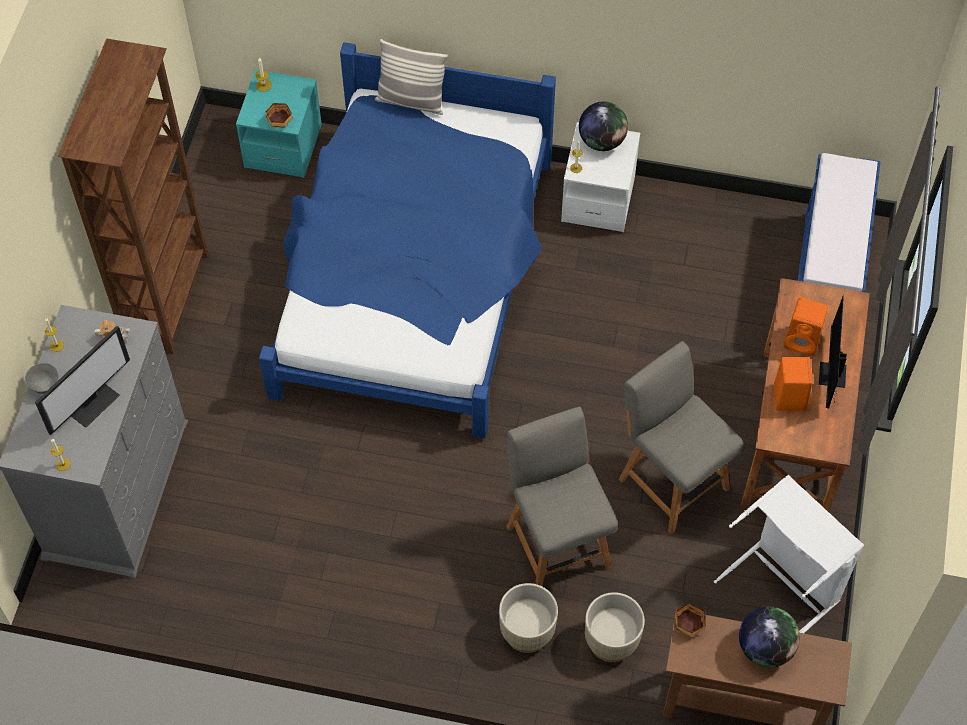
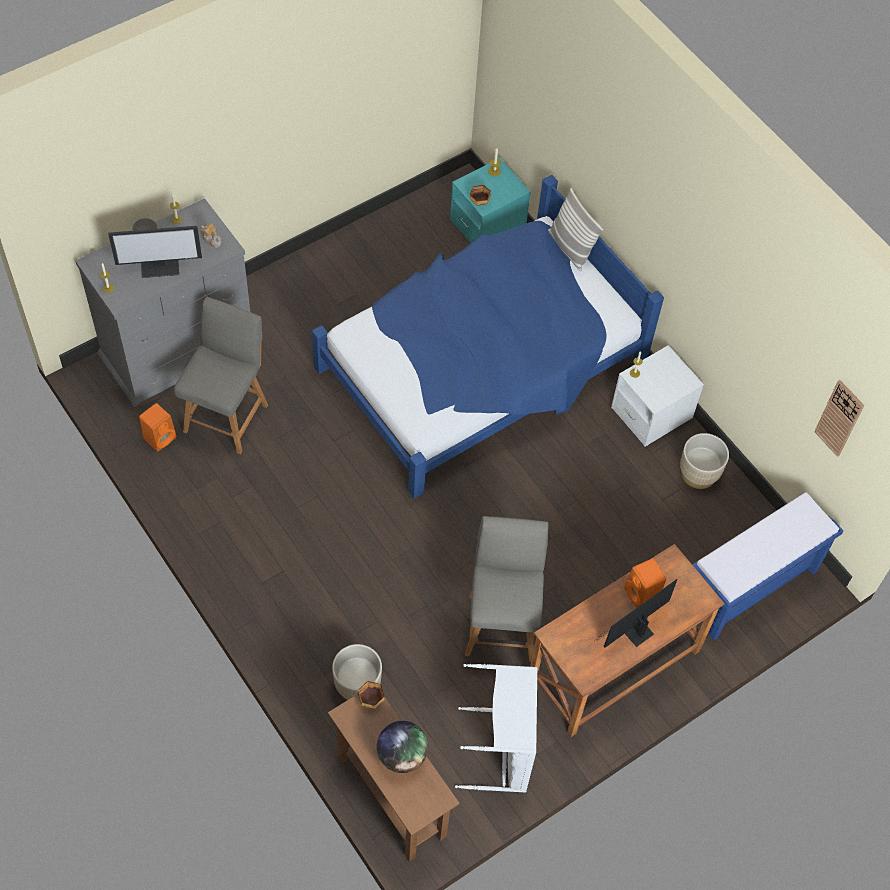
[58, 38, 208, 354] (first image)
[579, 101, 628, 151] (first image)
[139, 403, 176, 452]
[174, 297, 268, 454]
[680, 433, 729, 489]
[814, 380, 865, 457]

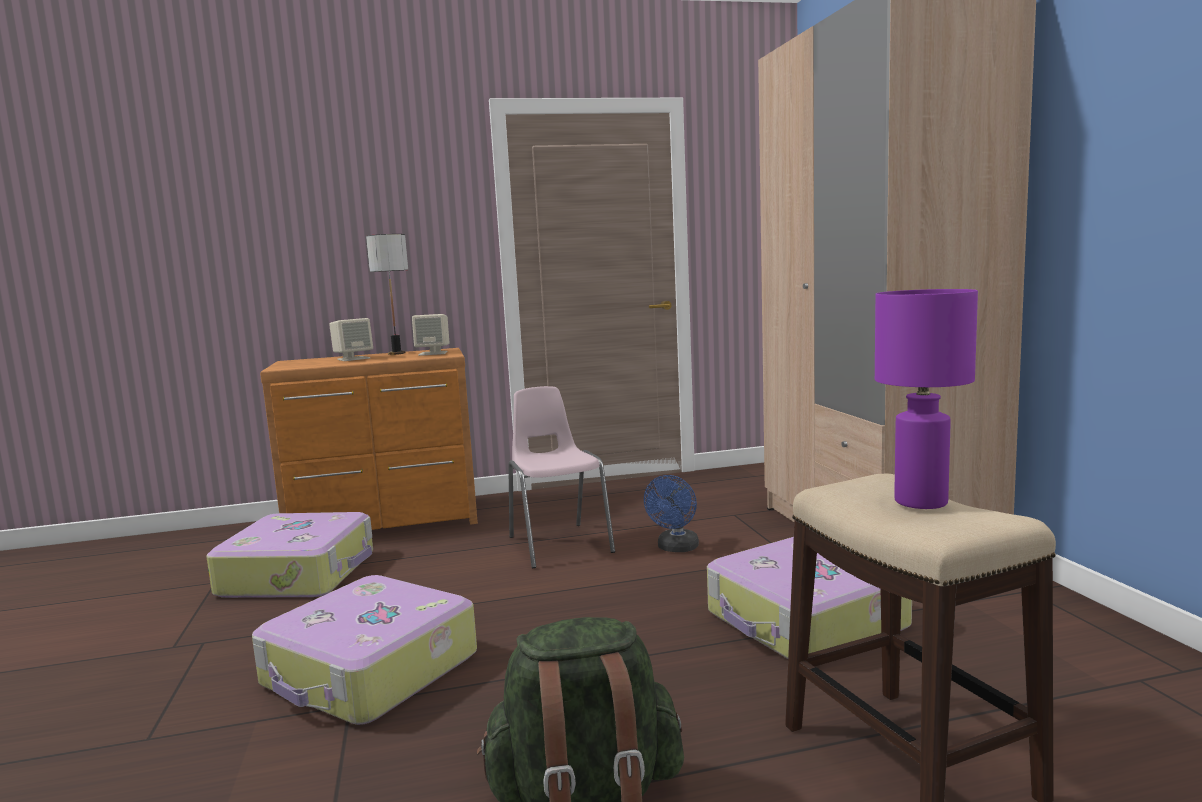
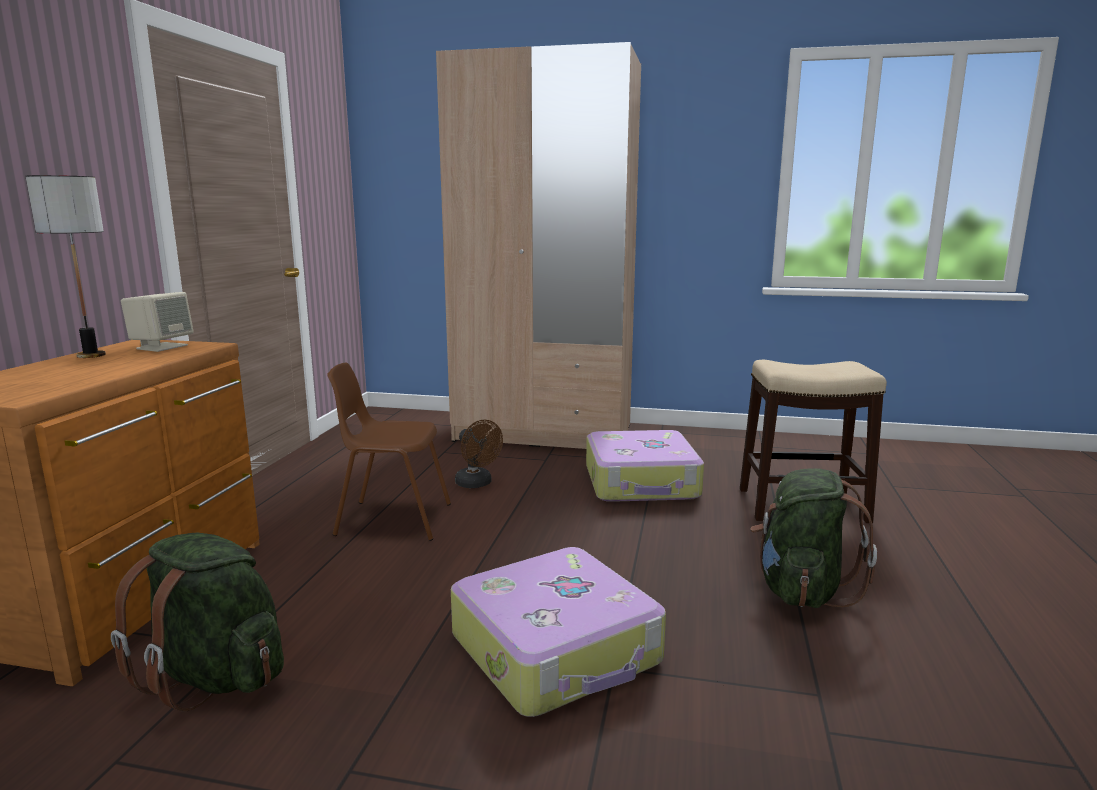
[875, 289, 978, 509] (first image)
[329, 318, 373, 361] (first image)
[327, 363, 451, 541]
[455, 420, 503, 488]
[111, 533, 284, 712]

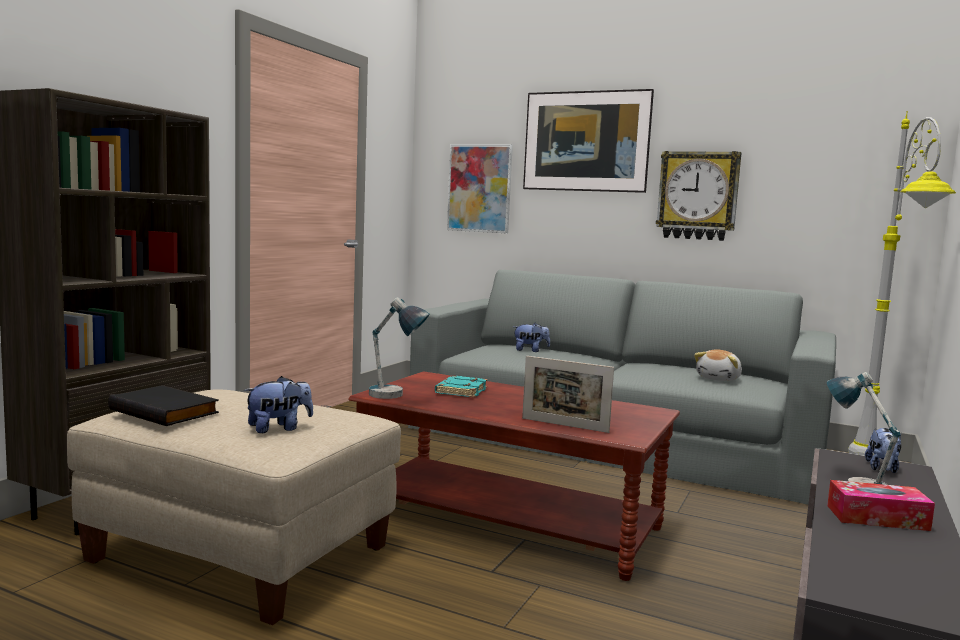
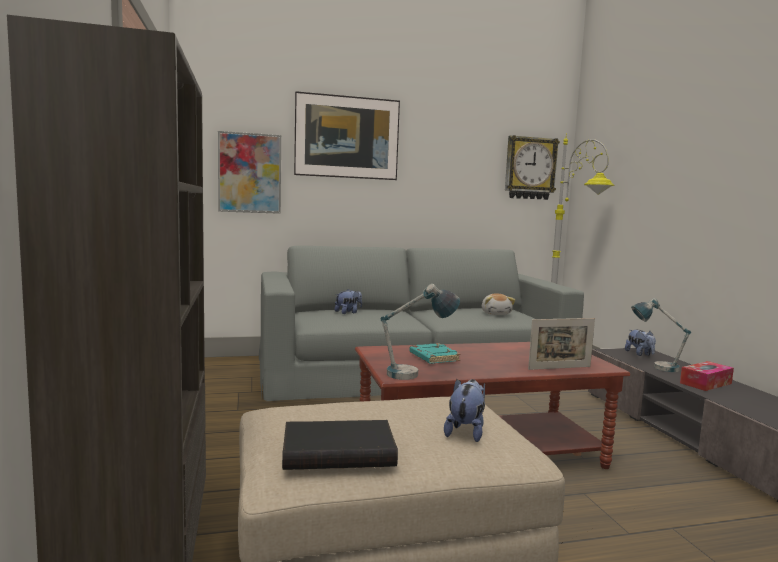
[505, 135, 560, 200]

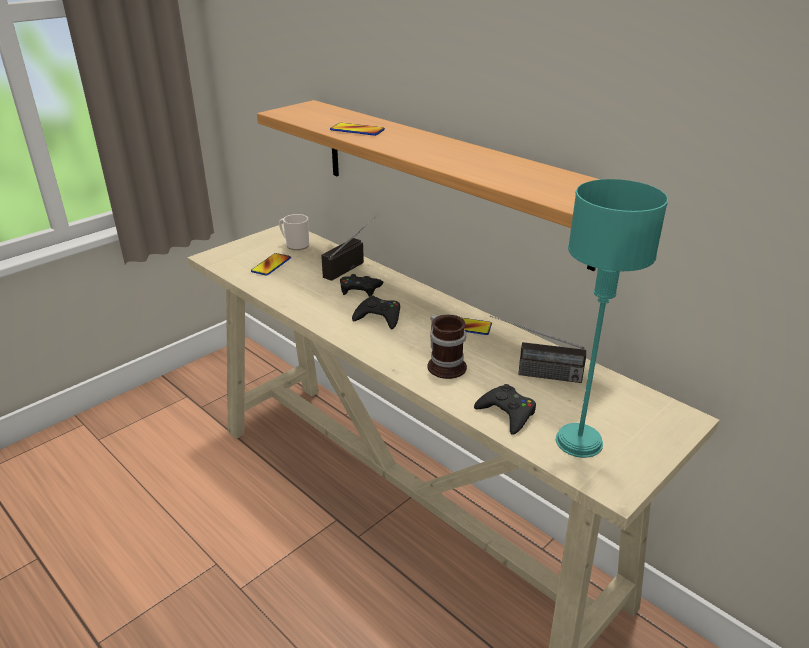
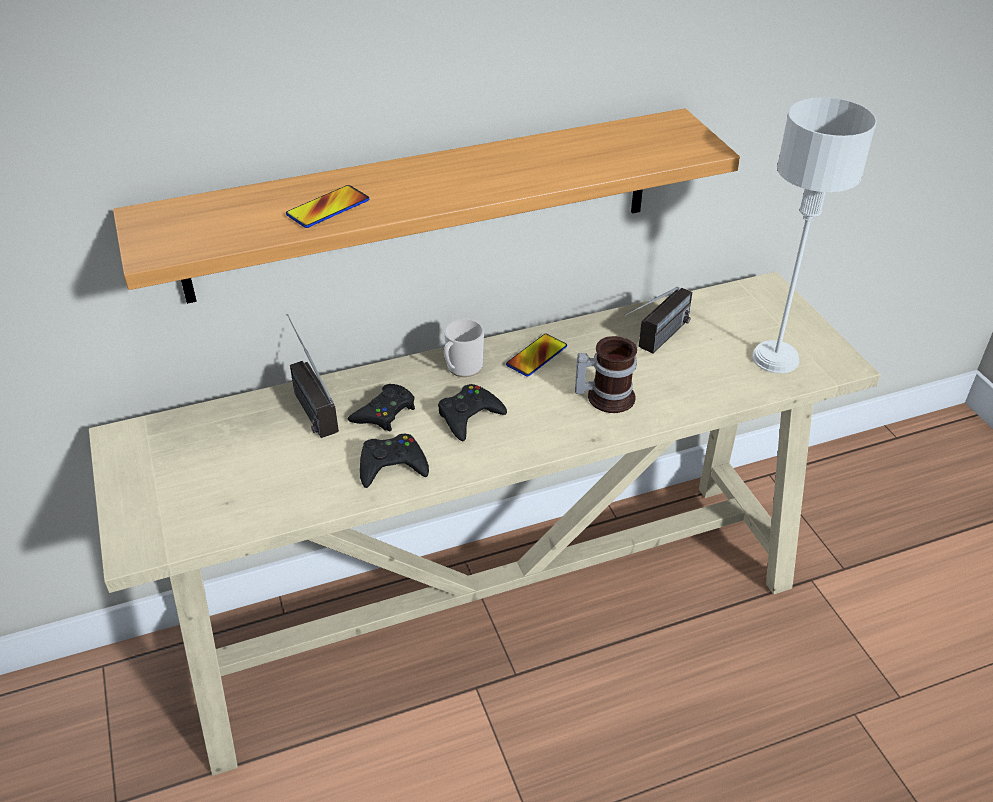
[752, 97, 877, 373]
[444, 319, 484, 377]
[251, 253, 291, 276] (first image)
[360, 434, 429, 488]

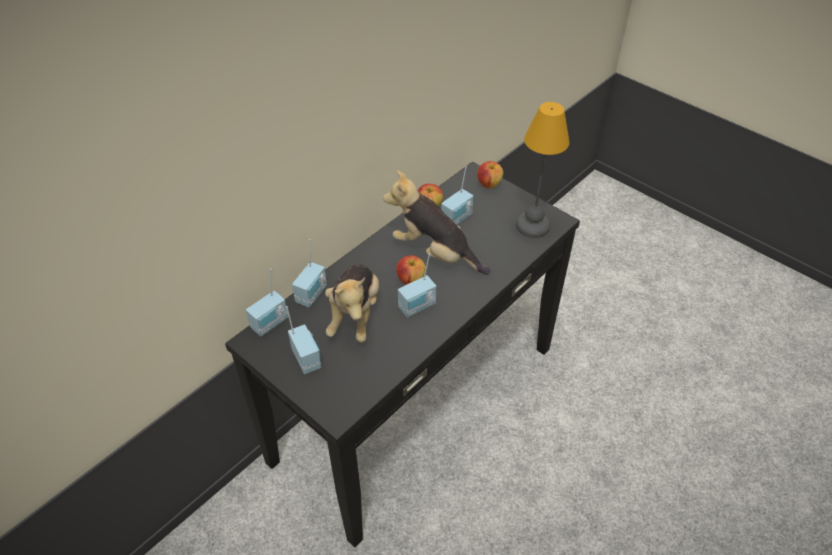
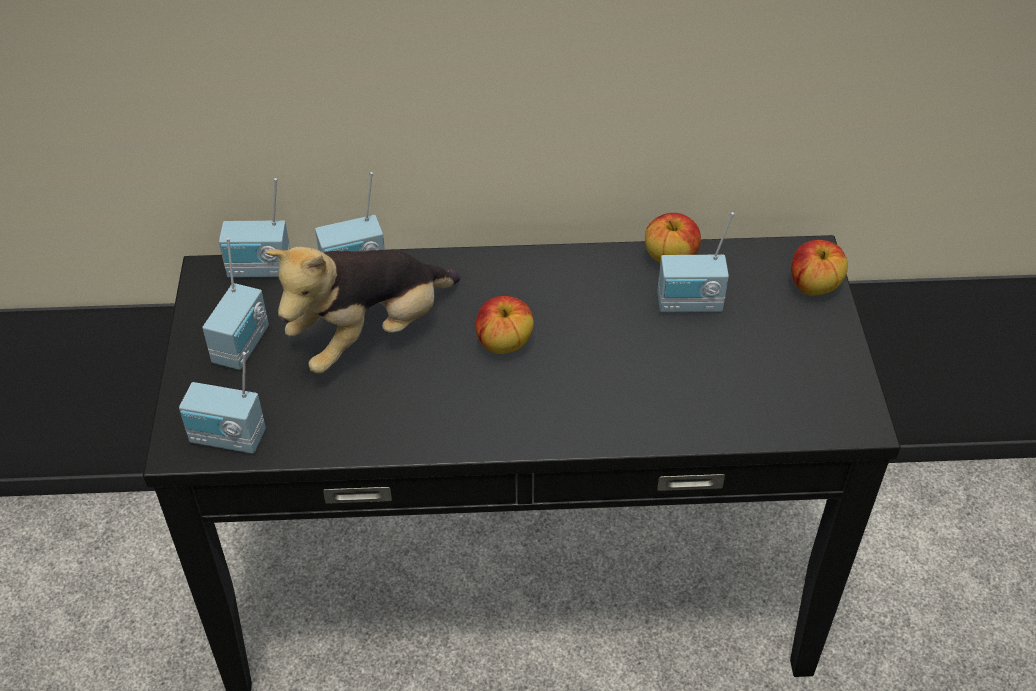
[516, 102, 570, 238] (first image)
[383, 170, 491, 275] (first image)
[179, 352, 266, 454]

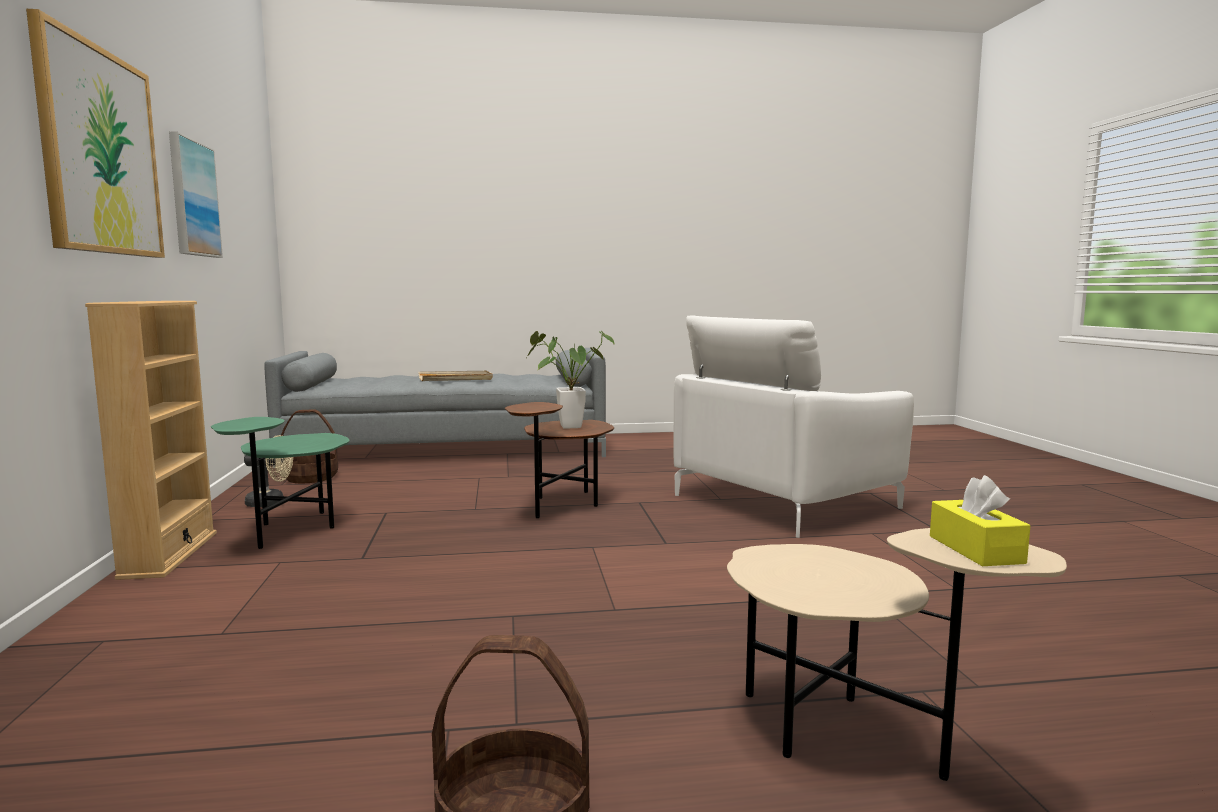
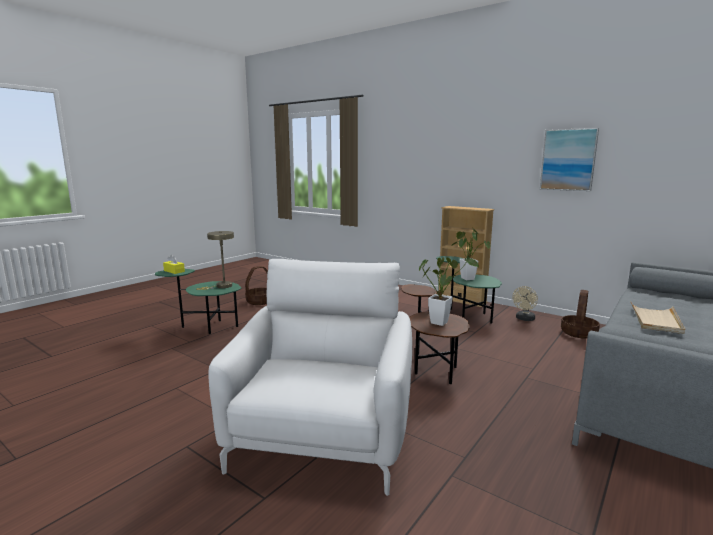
[26, 9, 165, 258] (first image)
[155, 269, 241, 334]
[452, 229, 490, 280]
[196, 231, 234, 290]

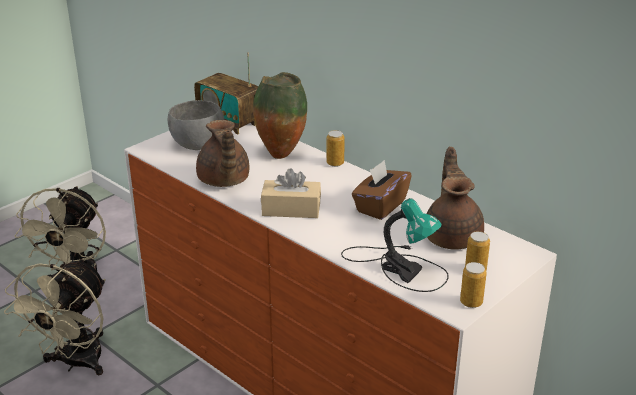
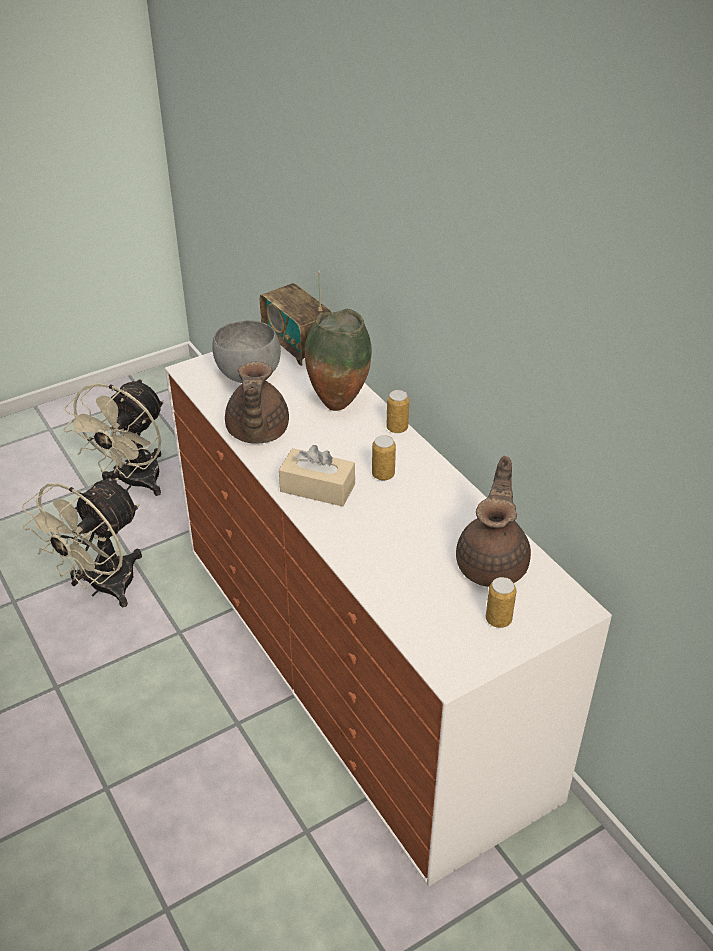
[352, 160, 412, 220] (first image)
[341, 198, 449, 292] (first image)
[372, 435, 396, 480]

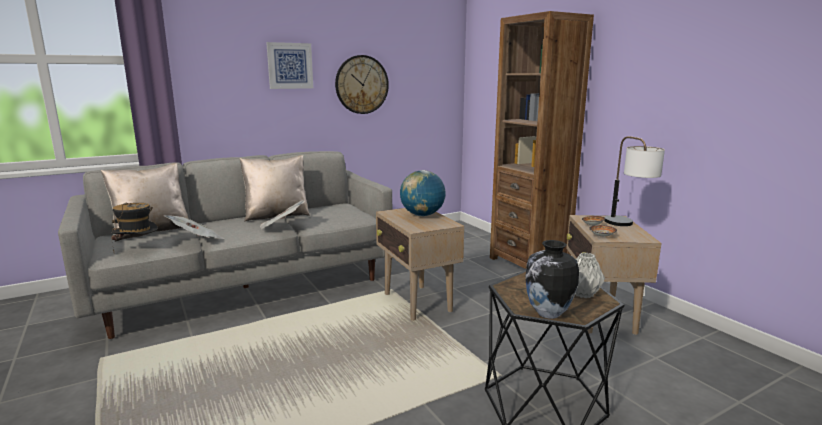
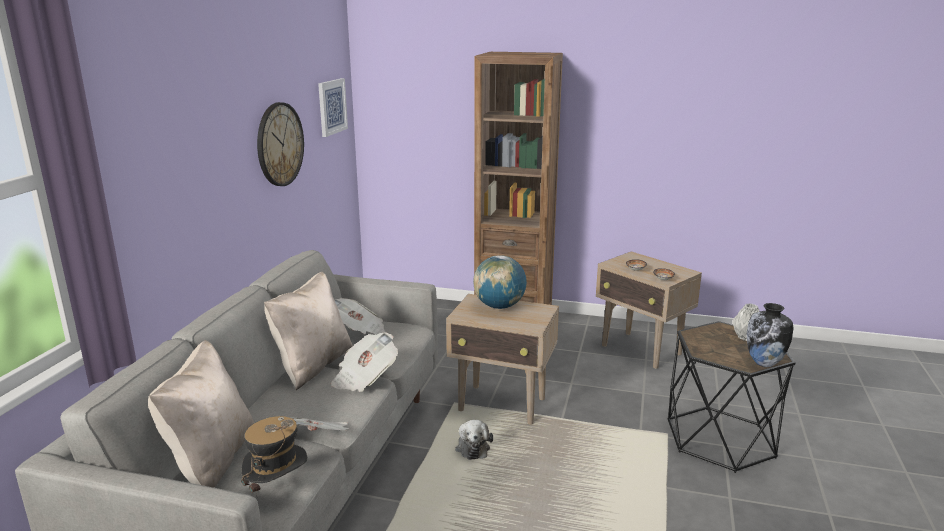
[318, 78, 348, 137]
[604, 136, 665, 226] (first image)
[334, 298, 386, 335]
[455, 420, 493, 460]

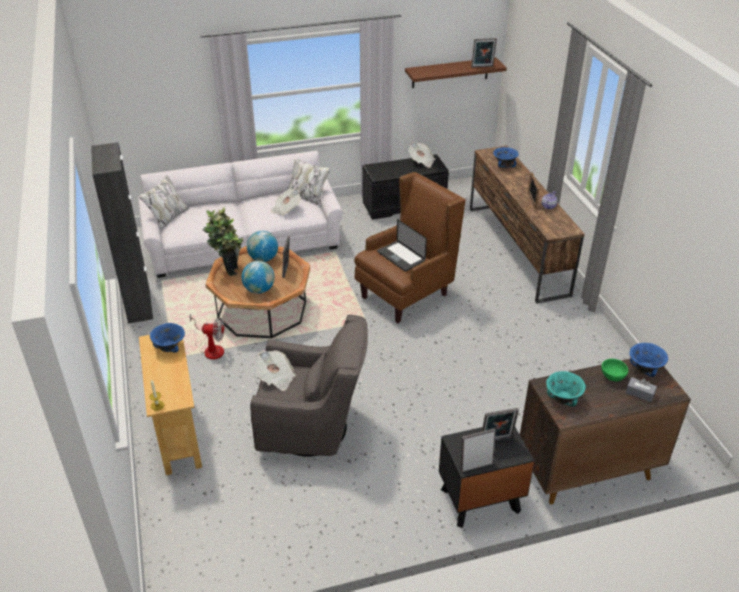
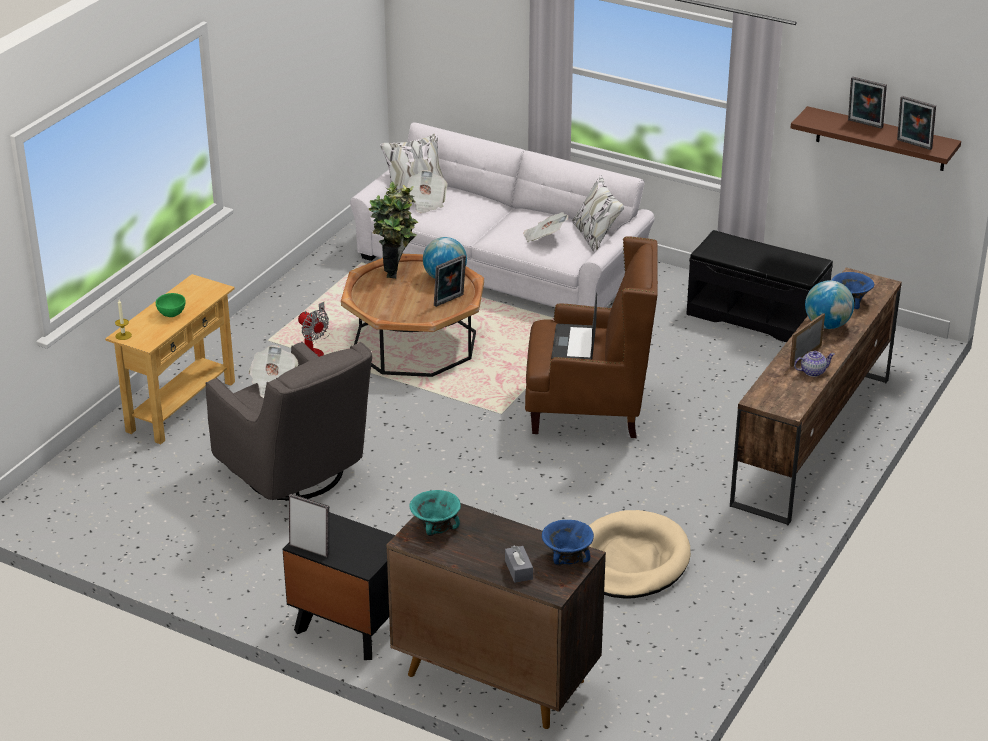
[91, 142, 153, 324] (first image)
[407, 170, 447, 213]
[805, 280, 854, 329]
[150, 323, 185, 353] (first image)
[156, 293, 186, 317]
[848, 76, 887, 129]
[589, 510, 691, 599]

